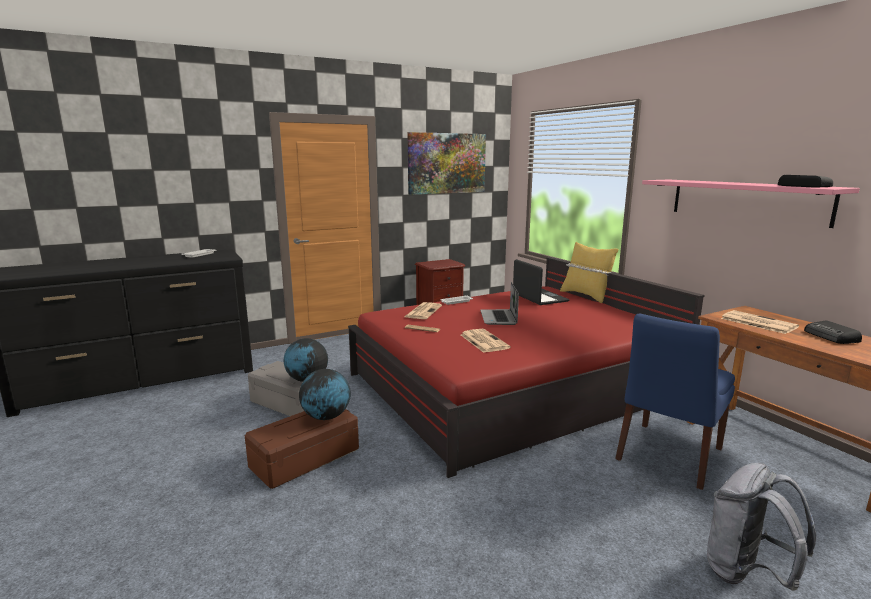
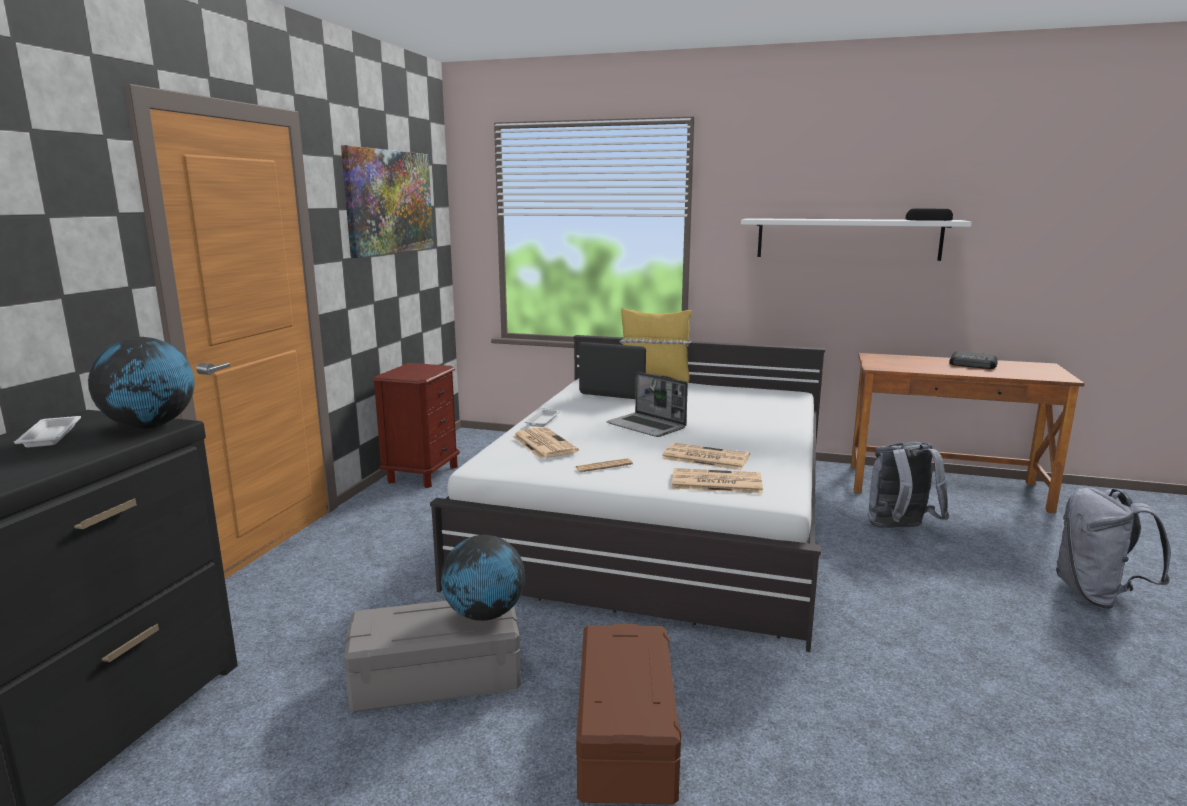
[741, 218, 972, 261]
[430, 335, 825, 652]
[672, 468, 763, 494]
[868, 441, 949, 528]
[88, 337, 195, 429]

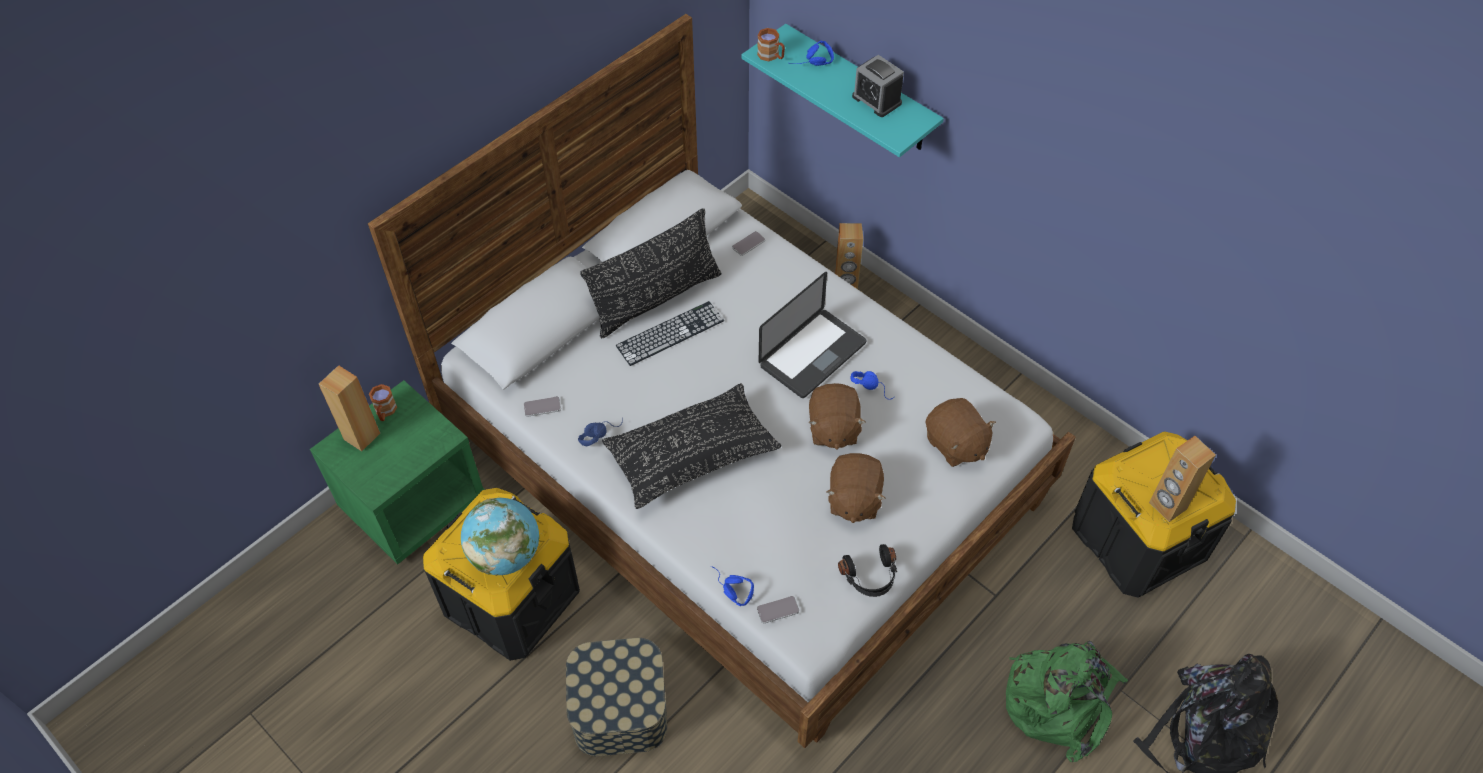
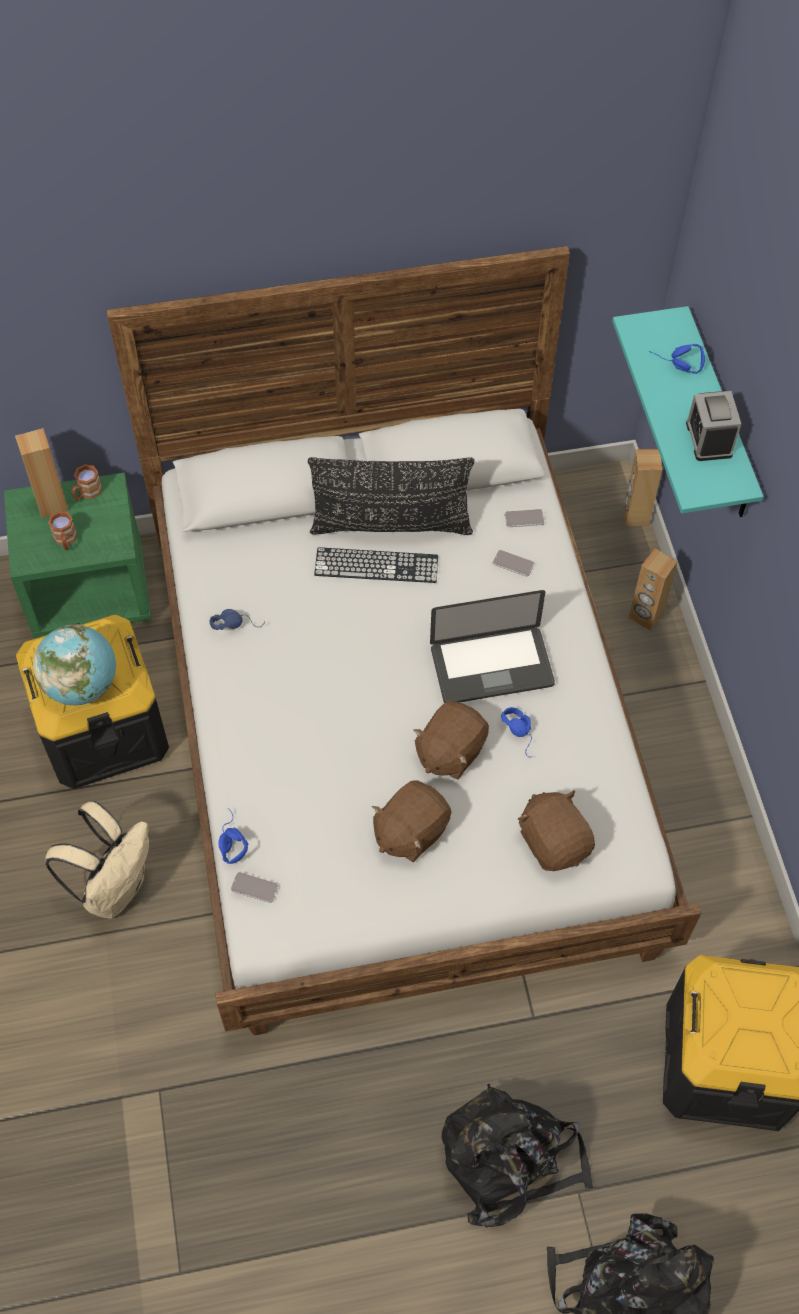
[48, 511, 77, 550]
[602, 383, 781, 509] (first image)
[493, 550, 534, 577]
[518, 790, 595, 871]
[624, 449, 663, 526]
[838, 544, 897, 597] (first image)
[45, 801, 149, 919]
[441, 1084, 593, 1228]

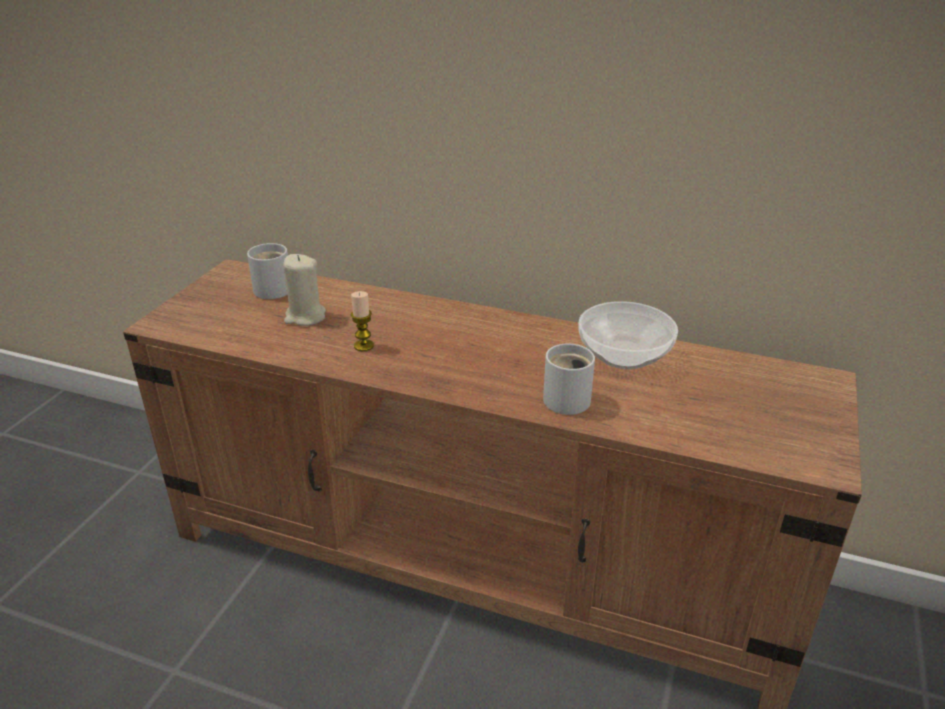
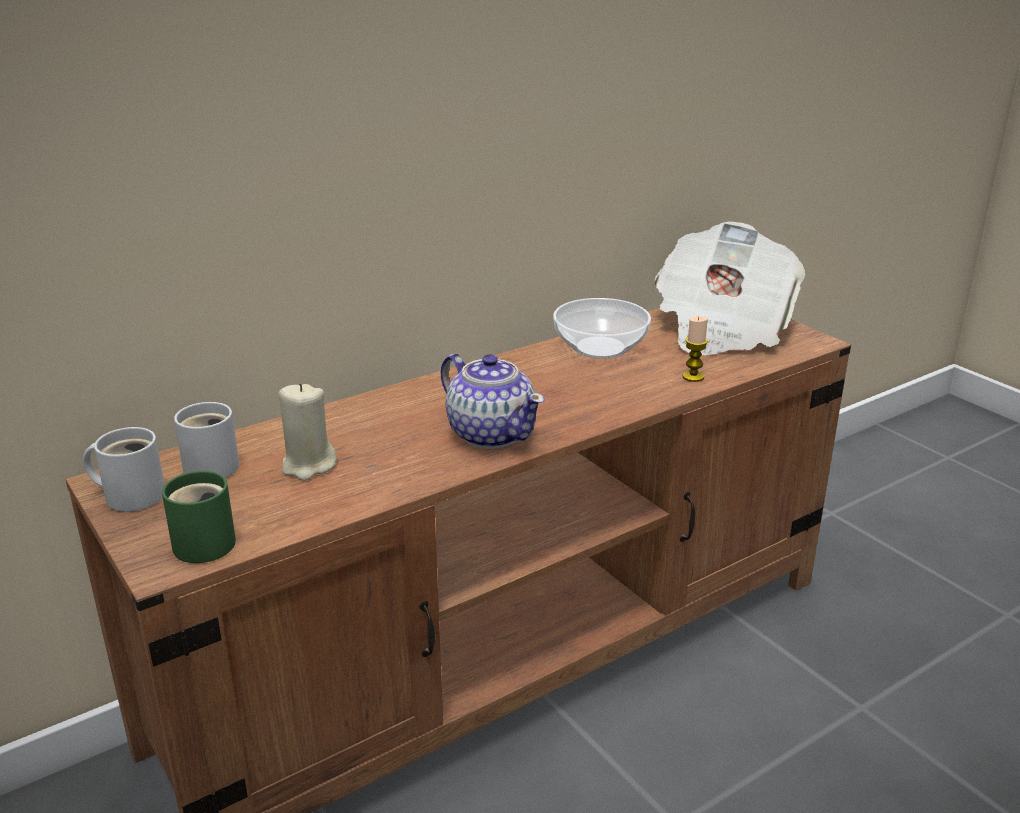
[682, 316, 708, 382]
[83, 427, 164, 512]
[654, 222, 806, 355]
[441, 354, 545, 449]
[162, 471, 236, 563]

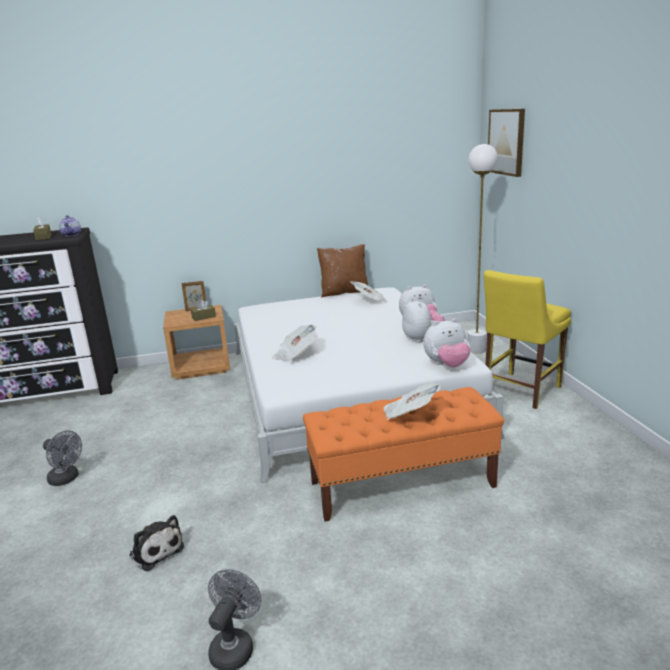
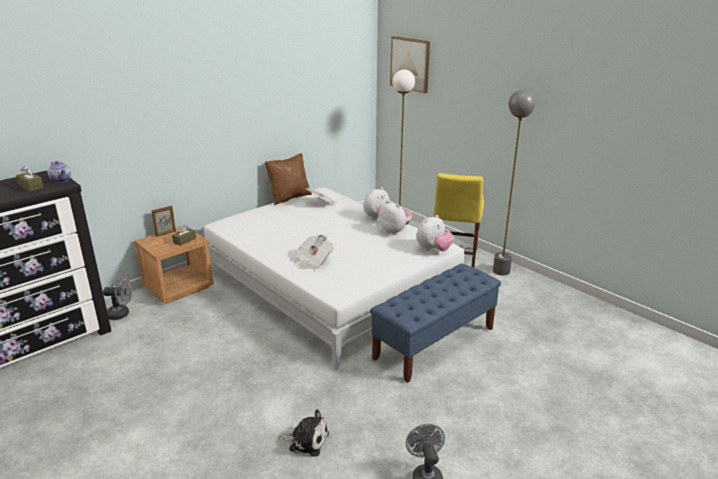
[384, 382, 440, 420] (first image)
[370, 264, 501, 383]
[103, 278, 132, 320]
[493, 90, 536, 276]

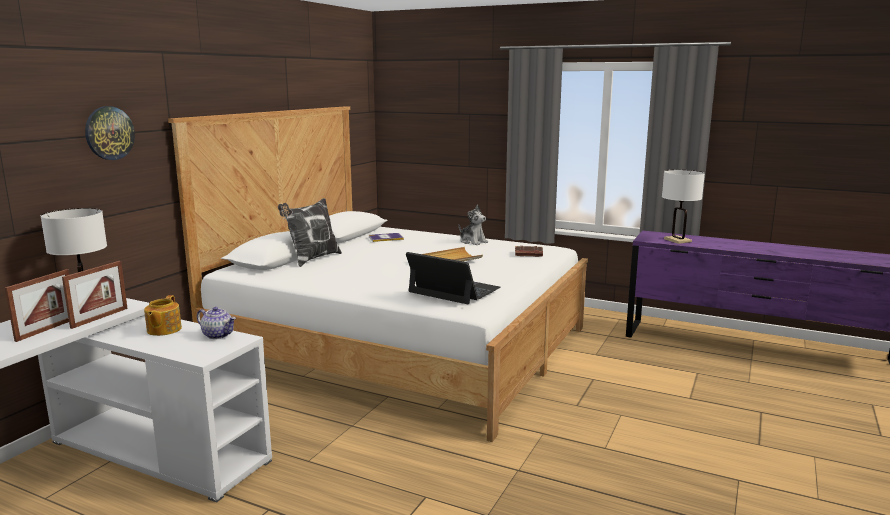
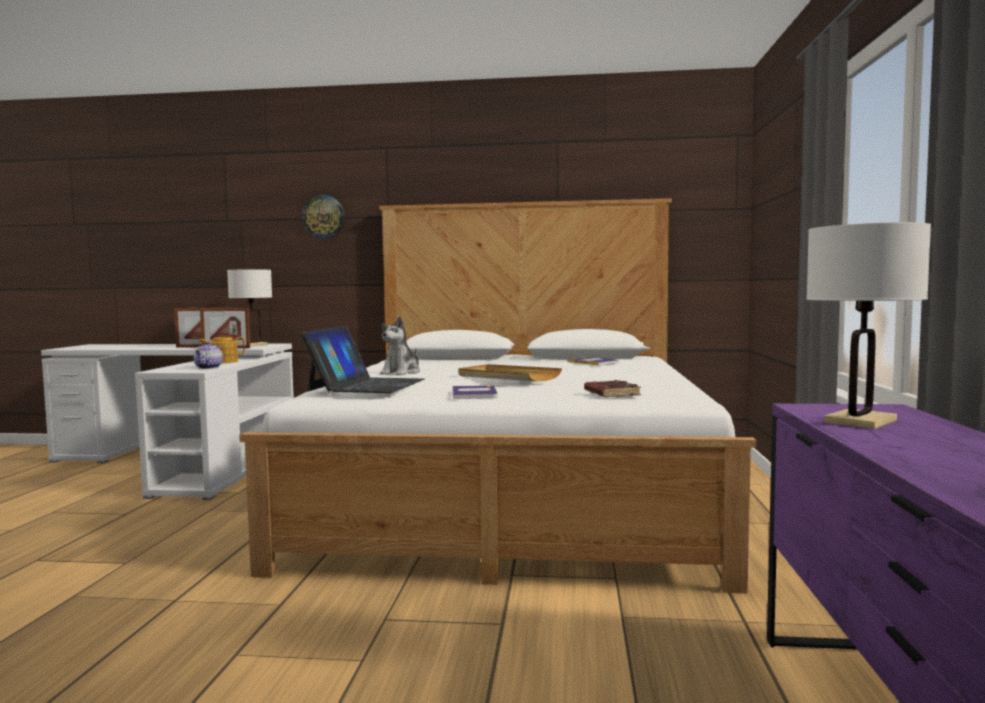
[278, 198, 342, 267] (first image)
[380, 316, 420, 375]
[452, 385, 498, 399]

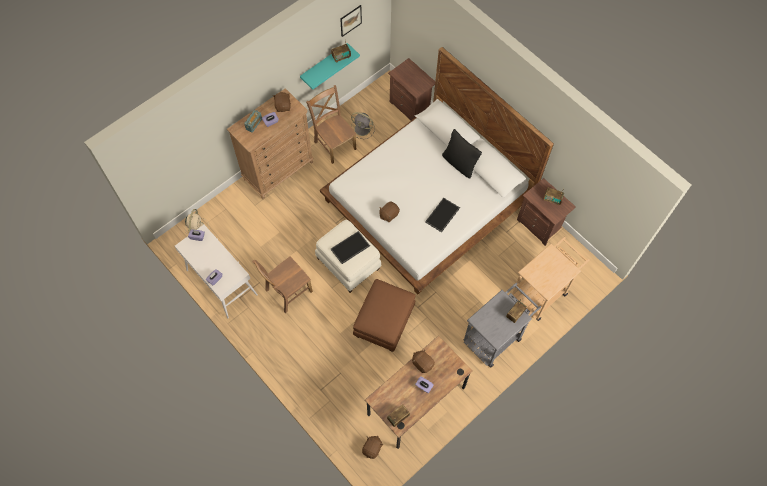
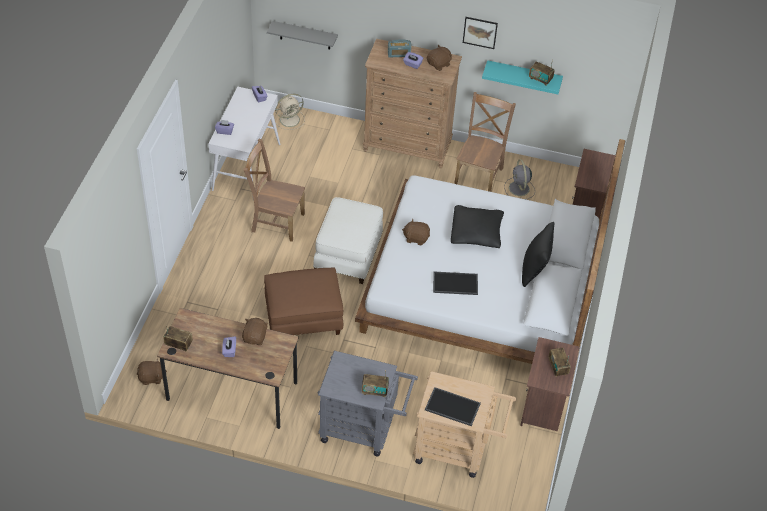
[463, 17, 498, 49]
[425, 387, 481, 426]
[267, 21, 338, 50]
[451, 205, 504, 248]

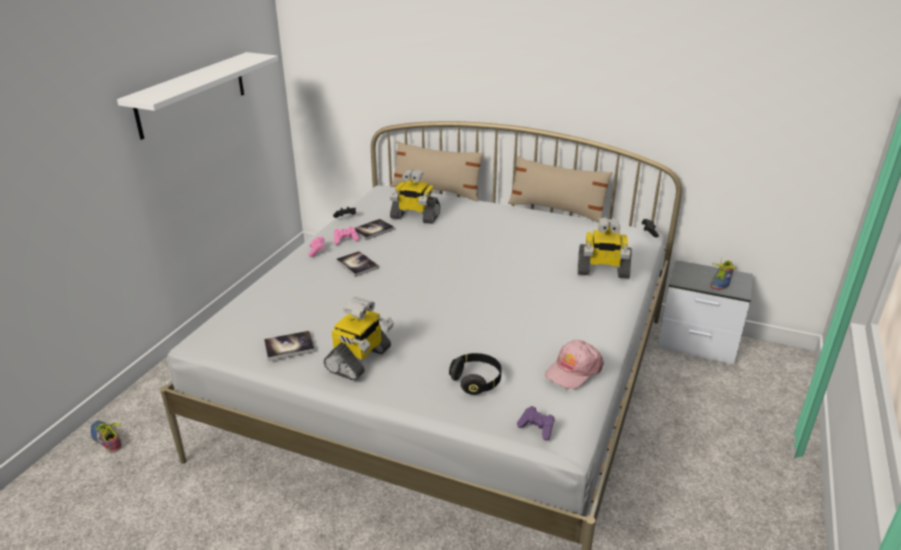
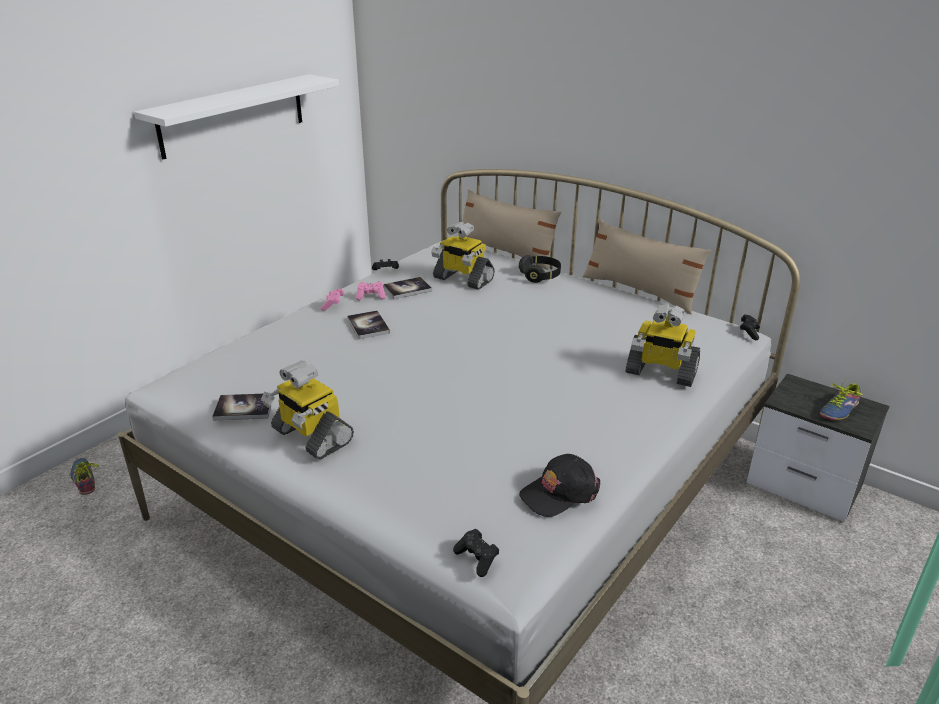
[261, 361, 354, 460]
[519, 454, 600, 517]
[519, 255, 561, 283]
[453, 529, 499, 577]

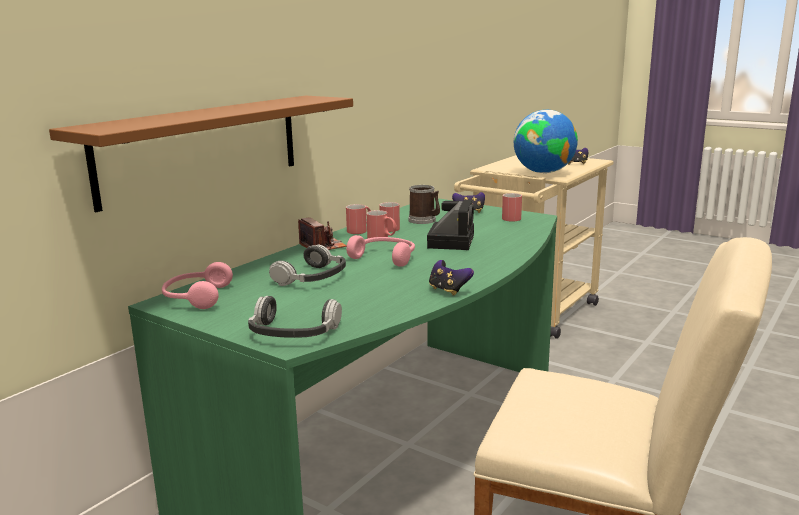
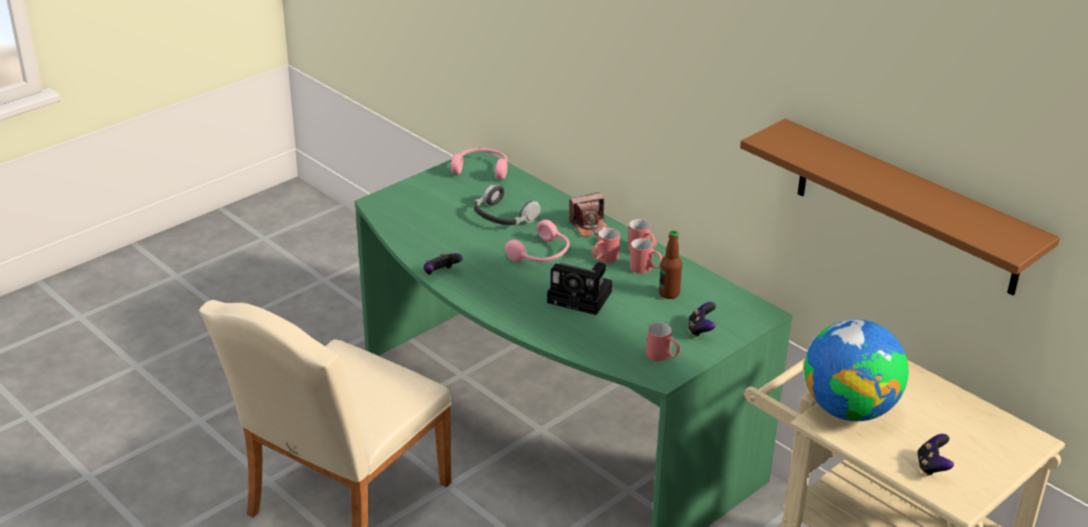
[740, 119, 1060, 295]
[659, 230, 682, 299]
[248, 296, 342, 338] (first image)

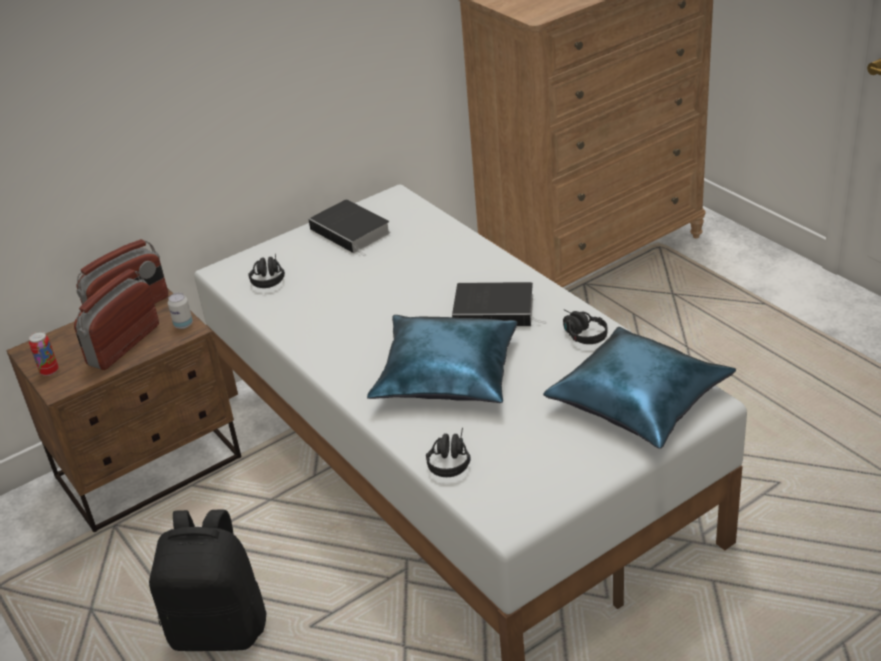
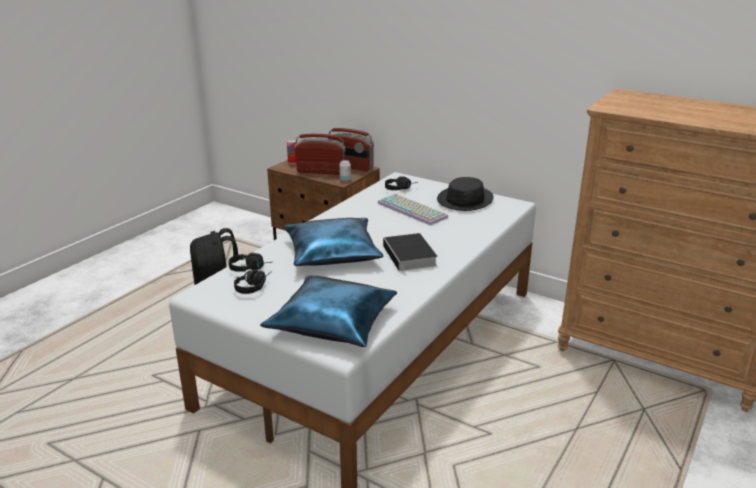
[437, 177, 494, 211]
[234, 270, 272, 294]
[378, 194, 448, 226]

